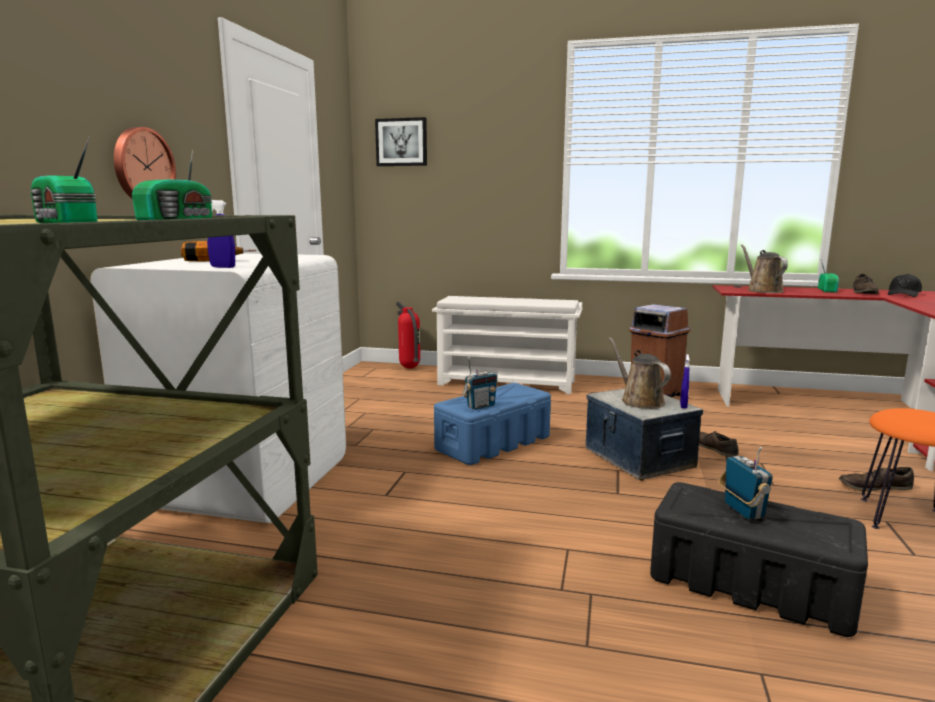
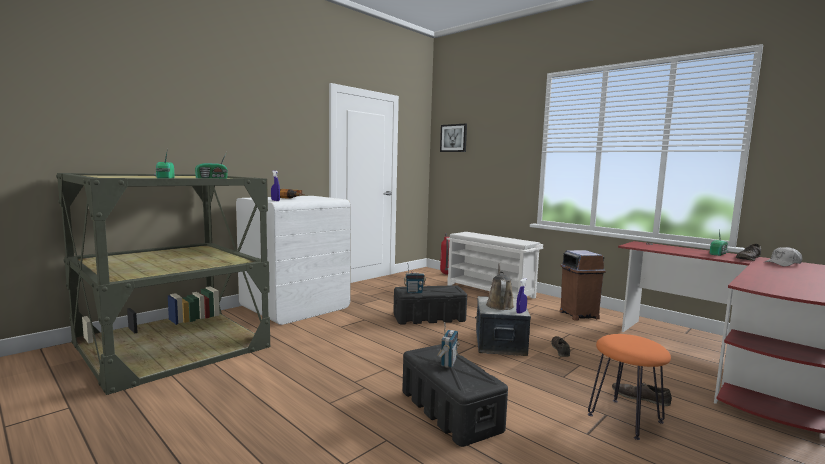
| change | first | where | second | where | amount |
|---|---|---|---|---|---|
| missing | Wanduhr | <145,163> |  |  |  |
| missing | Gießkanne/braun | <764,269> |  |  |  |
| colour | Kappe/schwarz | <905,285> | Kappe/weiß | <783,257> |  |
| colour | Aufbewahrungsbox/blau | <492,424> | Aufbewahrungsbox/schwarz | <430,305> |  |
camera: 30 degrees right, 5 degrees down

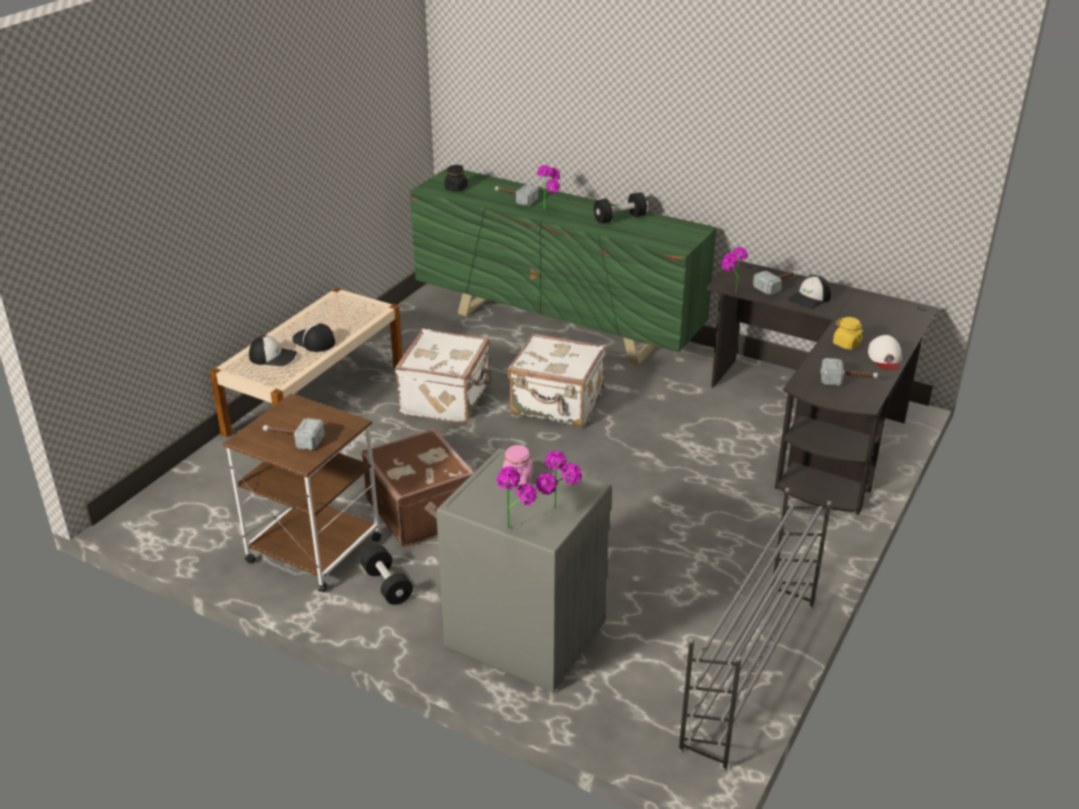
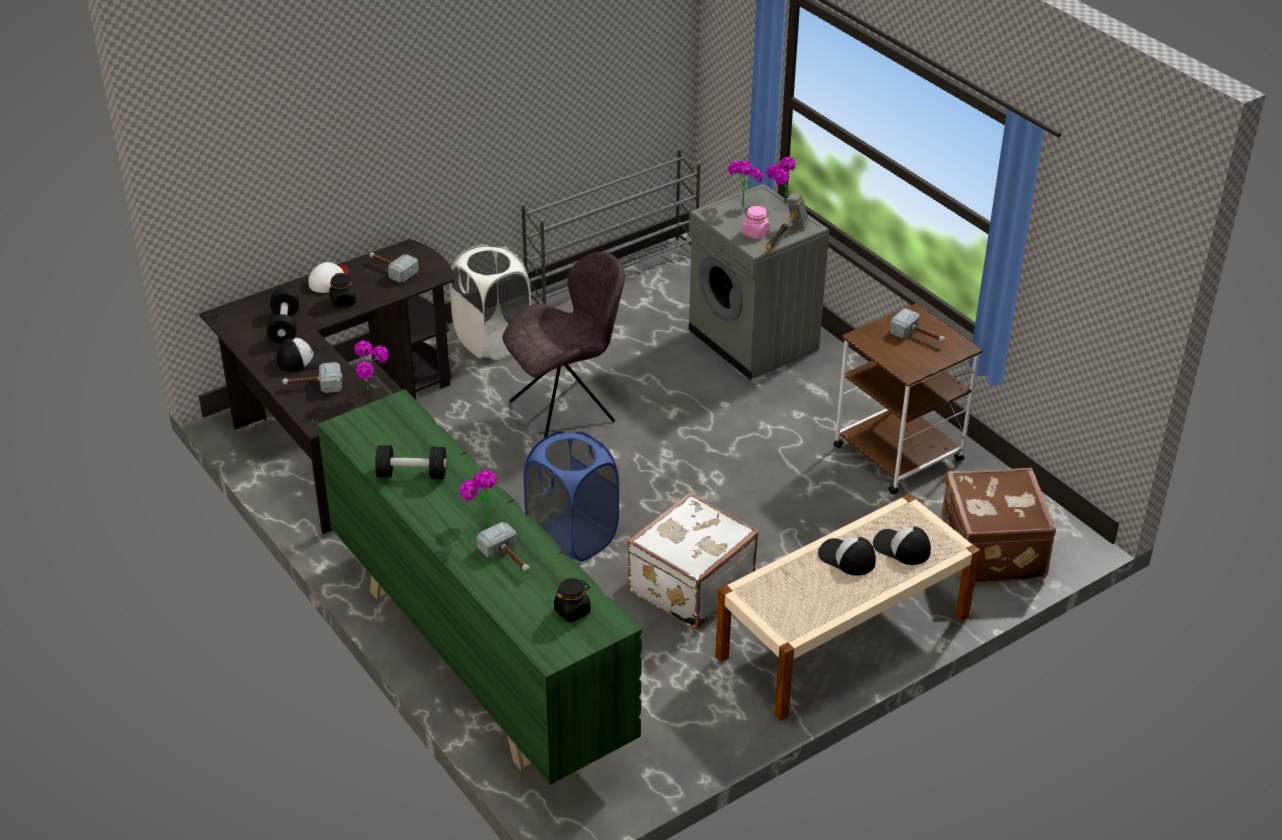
| change | first | where | second | where | amount |
|---|---|---|---|---|---|
| colour | Vorratsglas/gelb | <848,333> | Vorratsglas/schwarz | <342,290> |  |
| spun | Kappe | <313,337> |  | <847,556> | 150 degrees clockwise |
| exchanged | Koffer/weiß | <557,380> | Wäschekorb/blau | <571,496> |  |
| relocated | Koffer/braun | <418,488> |  | <998,526> |  |
| relocated | Hantel/schwarz | <387,575> |  | <283,316> |  |
| appeared |  |  | Hammer | <787,221> |  |
| appeared |  |  | Wäschekorb/weiß | <490,302> |  |
| appeared |  |  | Stuhl/grau | <563,345> |  |
camera: 155 degrees left, 5 degrees up

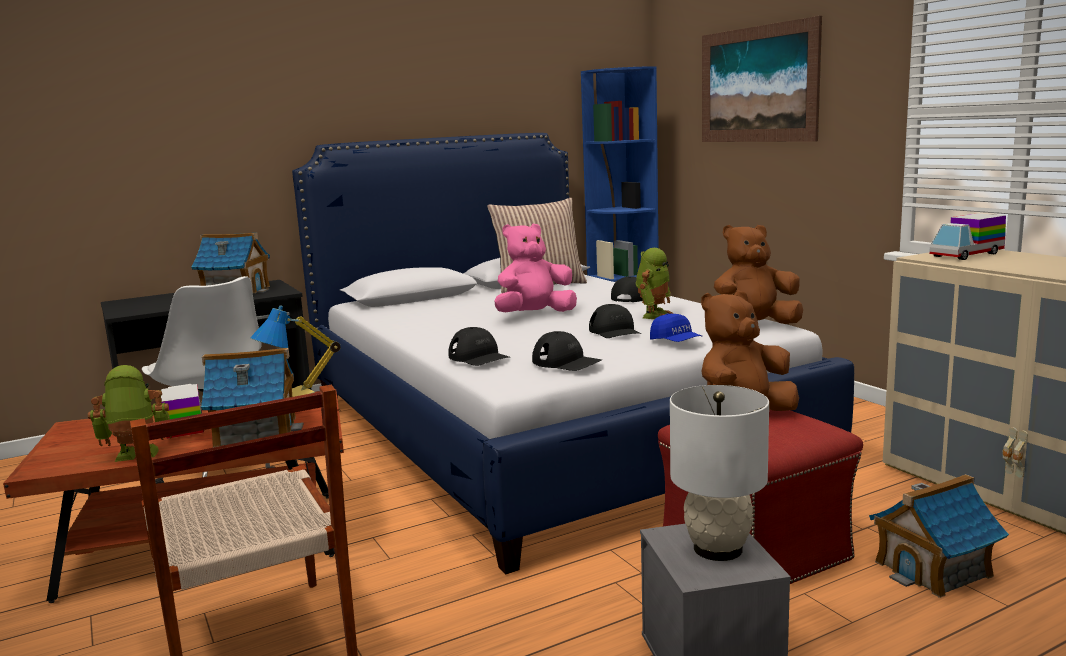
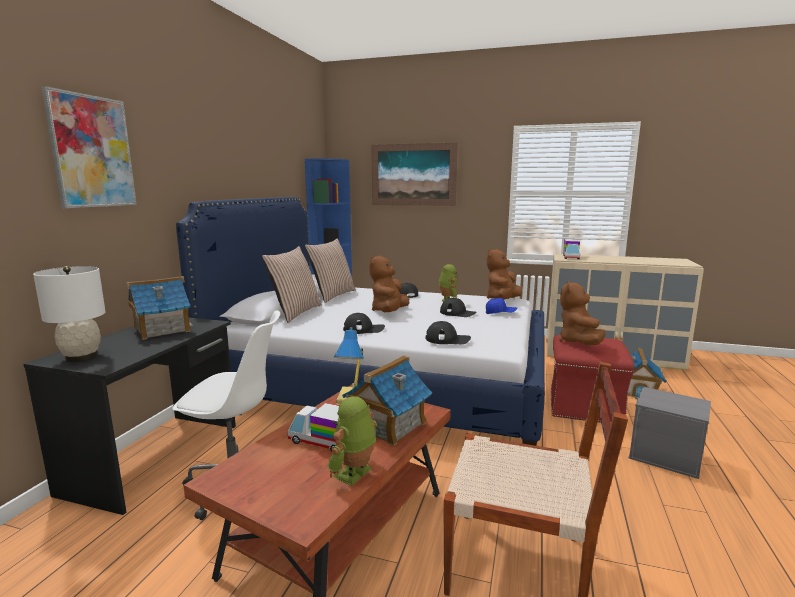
| change | first | where | second | where | amount |
|---|---|---|---|---|---|
| colour | Plüschtier/rosa | <535,268> | Plüschtier/braun | <389,283> |  |
| relocated | Kappe/schwarz | <567,351> |  | <364,323> |  |
| relocated | Tischlampe/weiß | <719,473> |  | <69,314> |  |
| appeared |  |  | Bild | <89,147> |  |
| appeared |  |  | Kissen | <292,284> |  |
camera: 45 degrees left, 0 degrees up

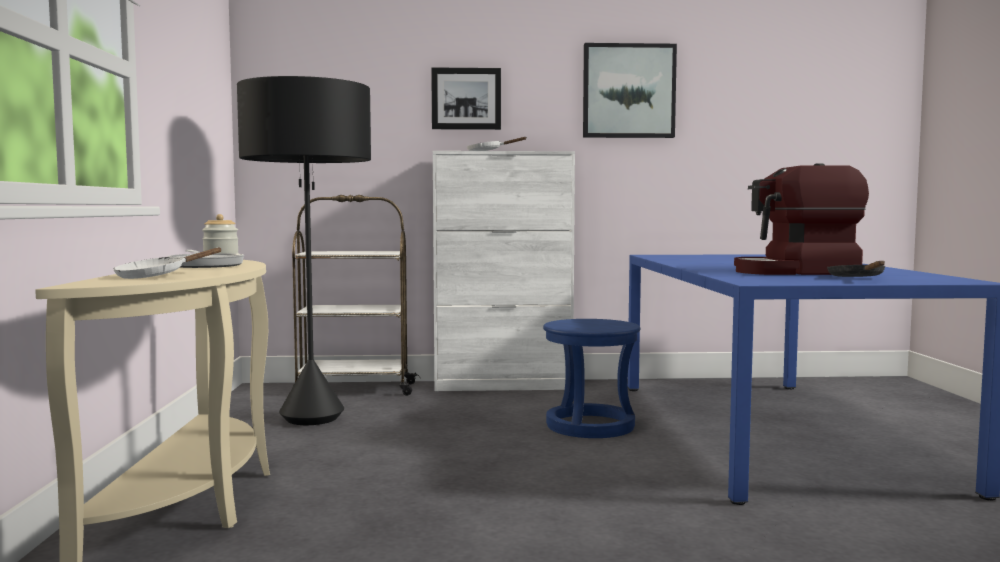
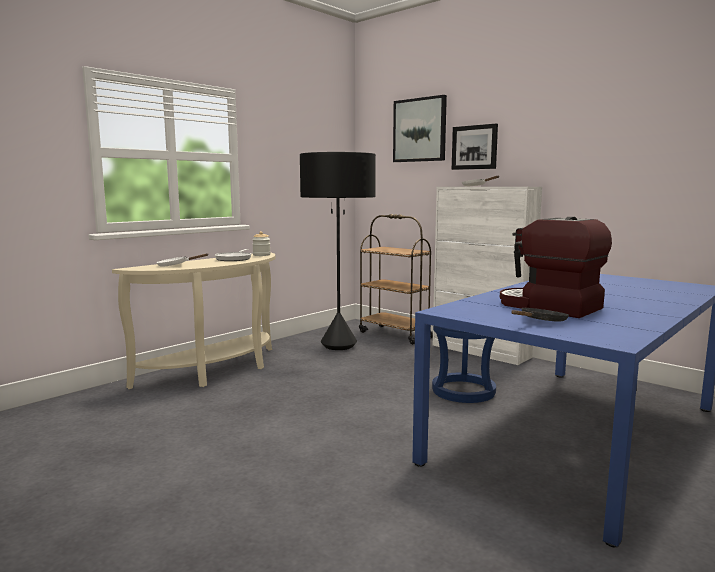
| change | first | where | second | where | amount |
|---|---|---|---|---|---|
| relocated | Bild | <630,90> |  | <420,128> |  |
| colour | Rollwagen/weiß | <355,295> | Rollwagen/braun | <396,279> |  |
camera: 45 degrees right, 5 degrees up

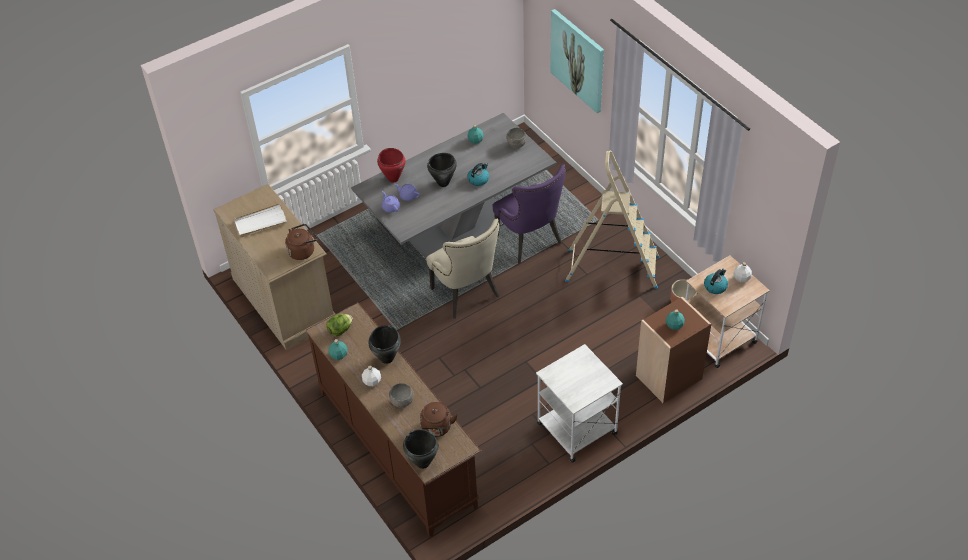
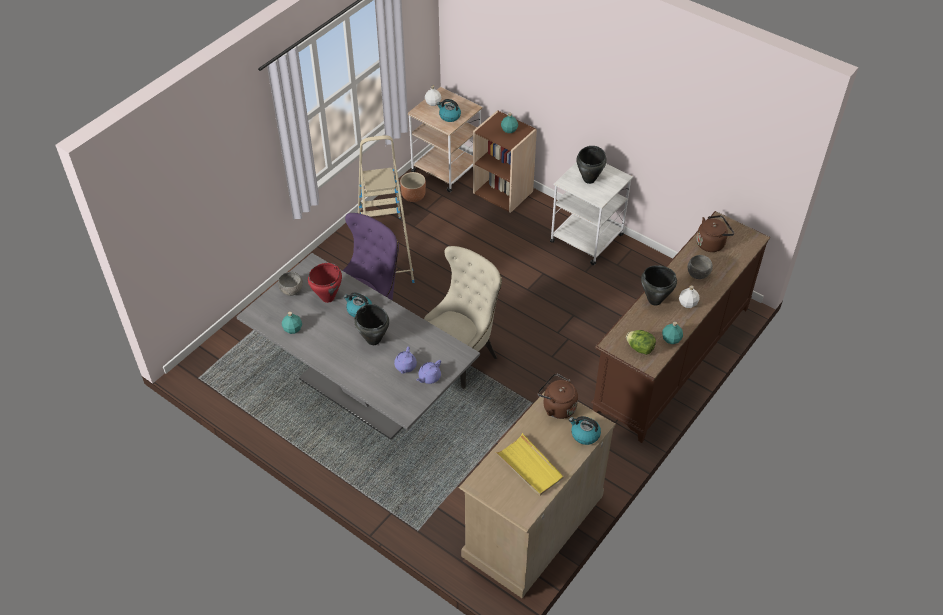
| change | first | where | second | where | amount |
|---|---|---|---|---|---|
| missing | Bild | <577,61> |  |  |  |
| relocated | Kochtopf/rot | <391,165> |  | <325,283> |  |
| colour | Tablett/weiß | <261,220> | Tablett/gelb | <530,464> |  |
| relocated | Kochtopf/schwarz | <421,449> |  | <591,165> |  |
| appeared |  |  | Wasserkessel | <585,430> |  |
camera: 110 degrees left, 0 degrees up

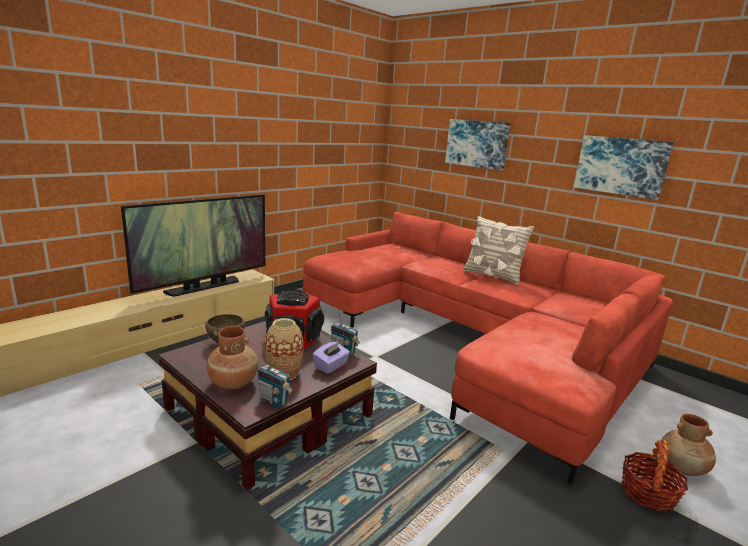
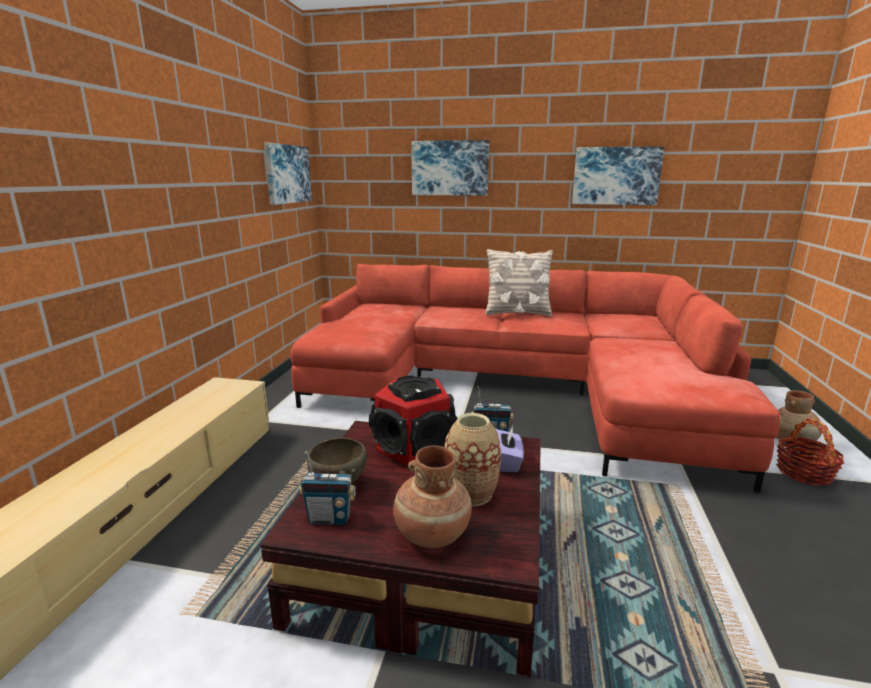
| change | first | where | second | where | amount |
|---|---|---|---|---|---|
| missing | Fernseher | <193,245> |  |  |  |
| relocated | Radio | <275,379> |  | <327,488> |  |
| appeared |  |  | Bild | <288,174> |  |
camera: 30 degrees left, 0 degrees up

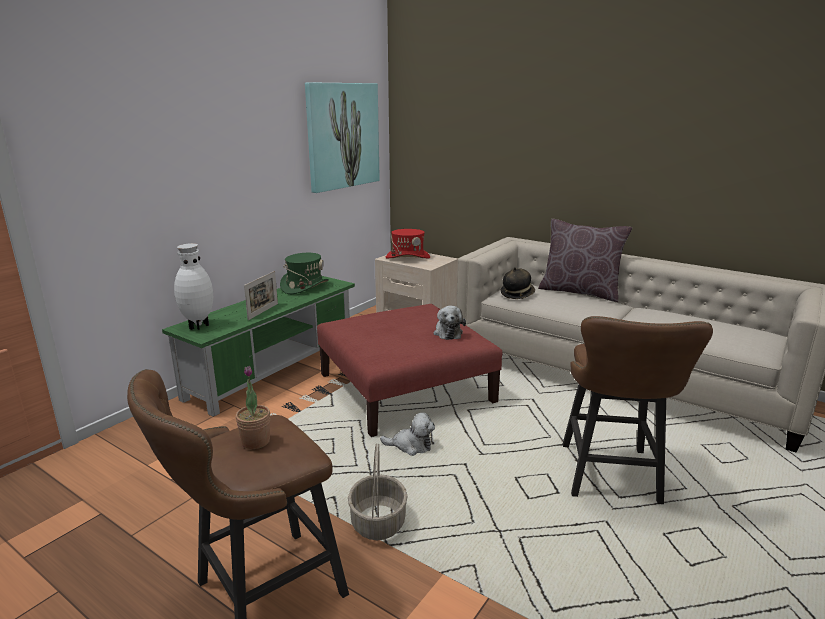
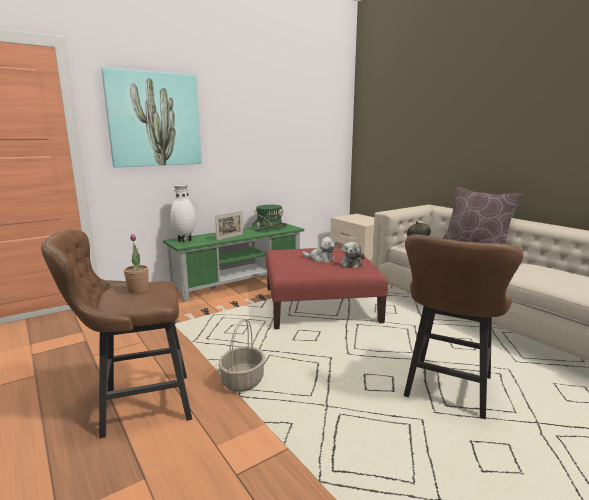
| change | first | where | second | where | amount |
|---|---|---|---|---|---|
| relocated | Bild | <342,137> |  | <151,117> |  |
| missing | Hut/rot | <408,244> |  |  |  |
| relocated | Plüschtier | <407,434> |  | <318,249> |  |
camera: 20 degrees right, 5 degrees down

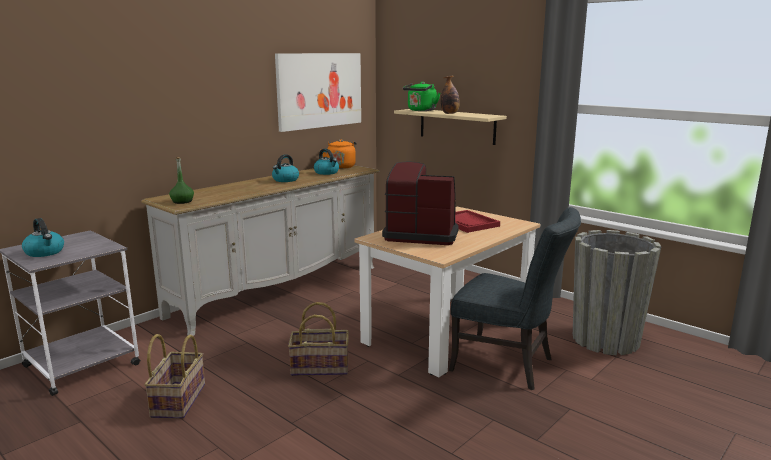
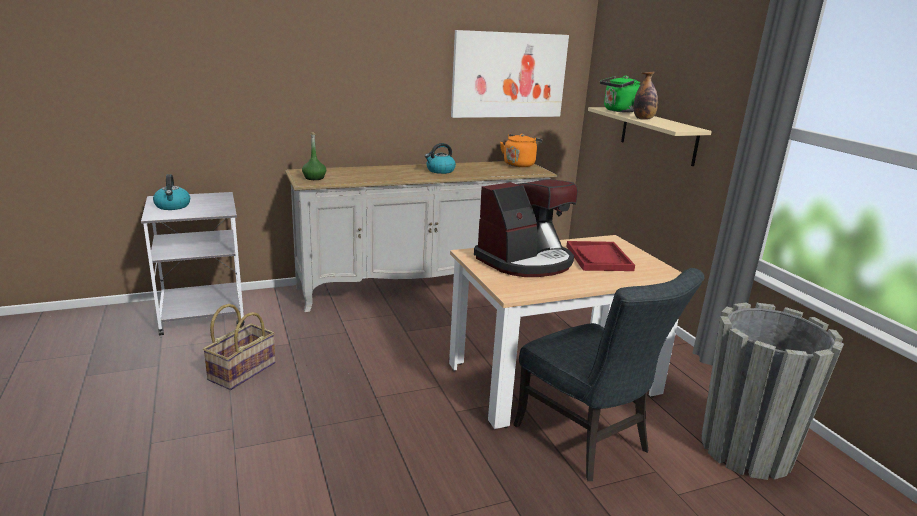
| change | first | where | second | where | amount |
|---|---|---|---|---|---|
| missing | Wasserkessel | <326,162> |  |  |  |
| spun | Kaffeemaschine | <420,203> |  | <526,228> | 105 degrees clockwise |
| missing | Korb | <318,339> |  |  |  |
camera: 25 degrees right, 5 degrees up

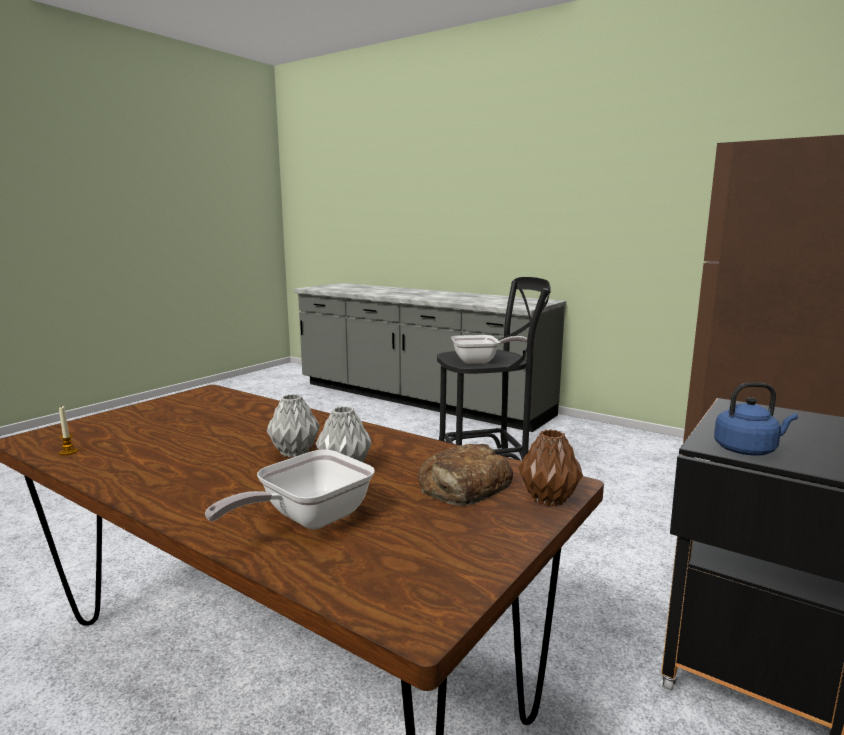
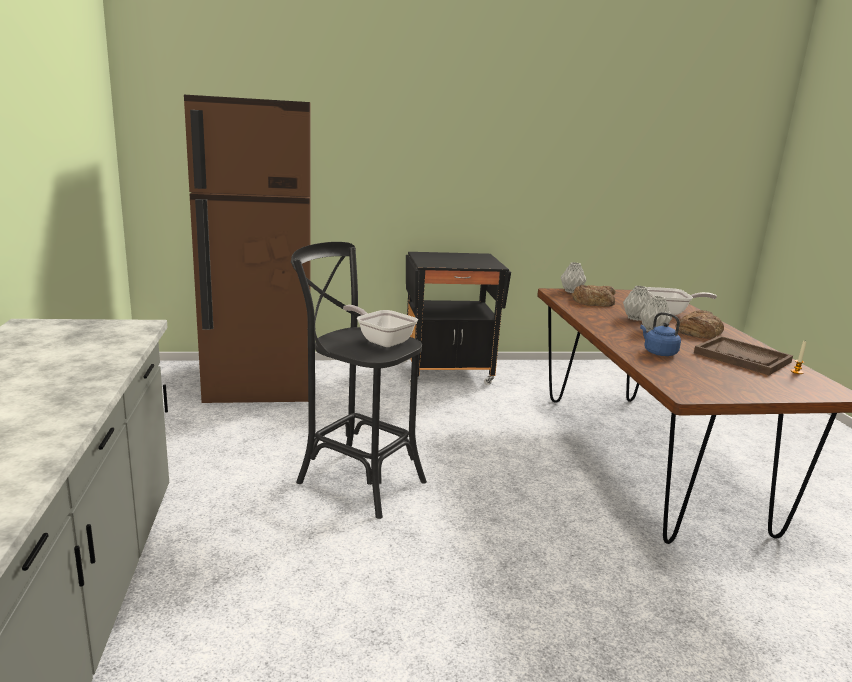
| change | first | where | second | where | amount |
|---|---|---|---|---|---|
| relocated | Wasserkessel/blau | <756,419> |  | <660,334> |  |
| colour | Vase/braun | <550,468> | Vase/grau | <573,277> |  |
| appeared |  |  | Brot | <699,324> |  |
| appeared |  |  | Tablett/braun | <743,355> |  |
camera: 135 degrees left, 5 degrees up

